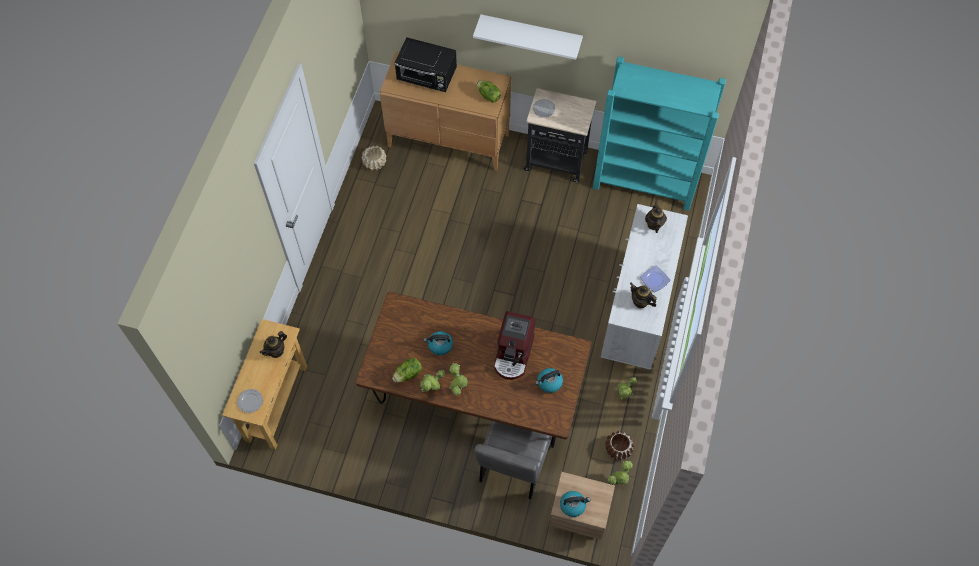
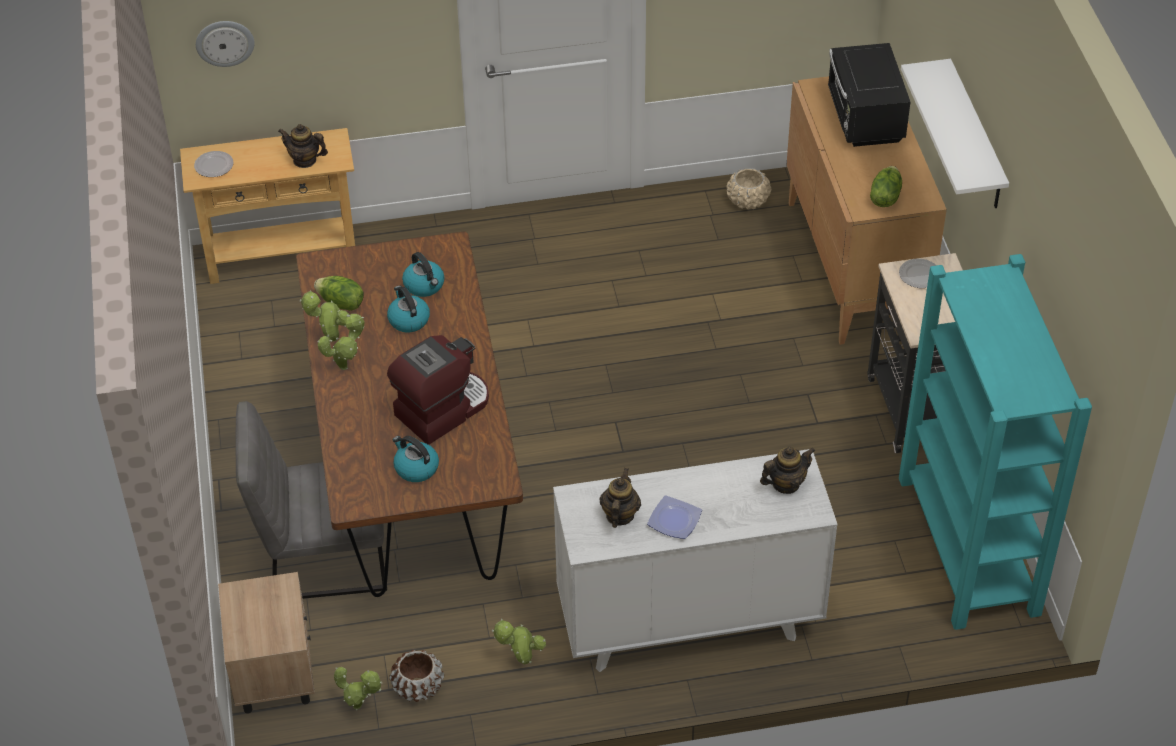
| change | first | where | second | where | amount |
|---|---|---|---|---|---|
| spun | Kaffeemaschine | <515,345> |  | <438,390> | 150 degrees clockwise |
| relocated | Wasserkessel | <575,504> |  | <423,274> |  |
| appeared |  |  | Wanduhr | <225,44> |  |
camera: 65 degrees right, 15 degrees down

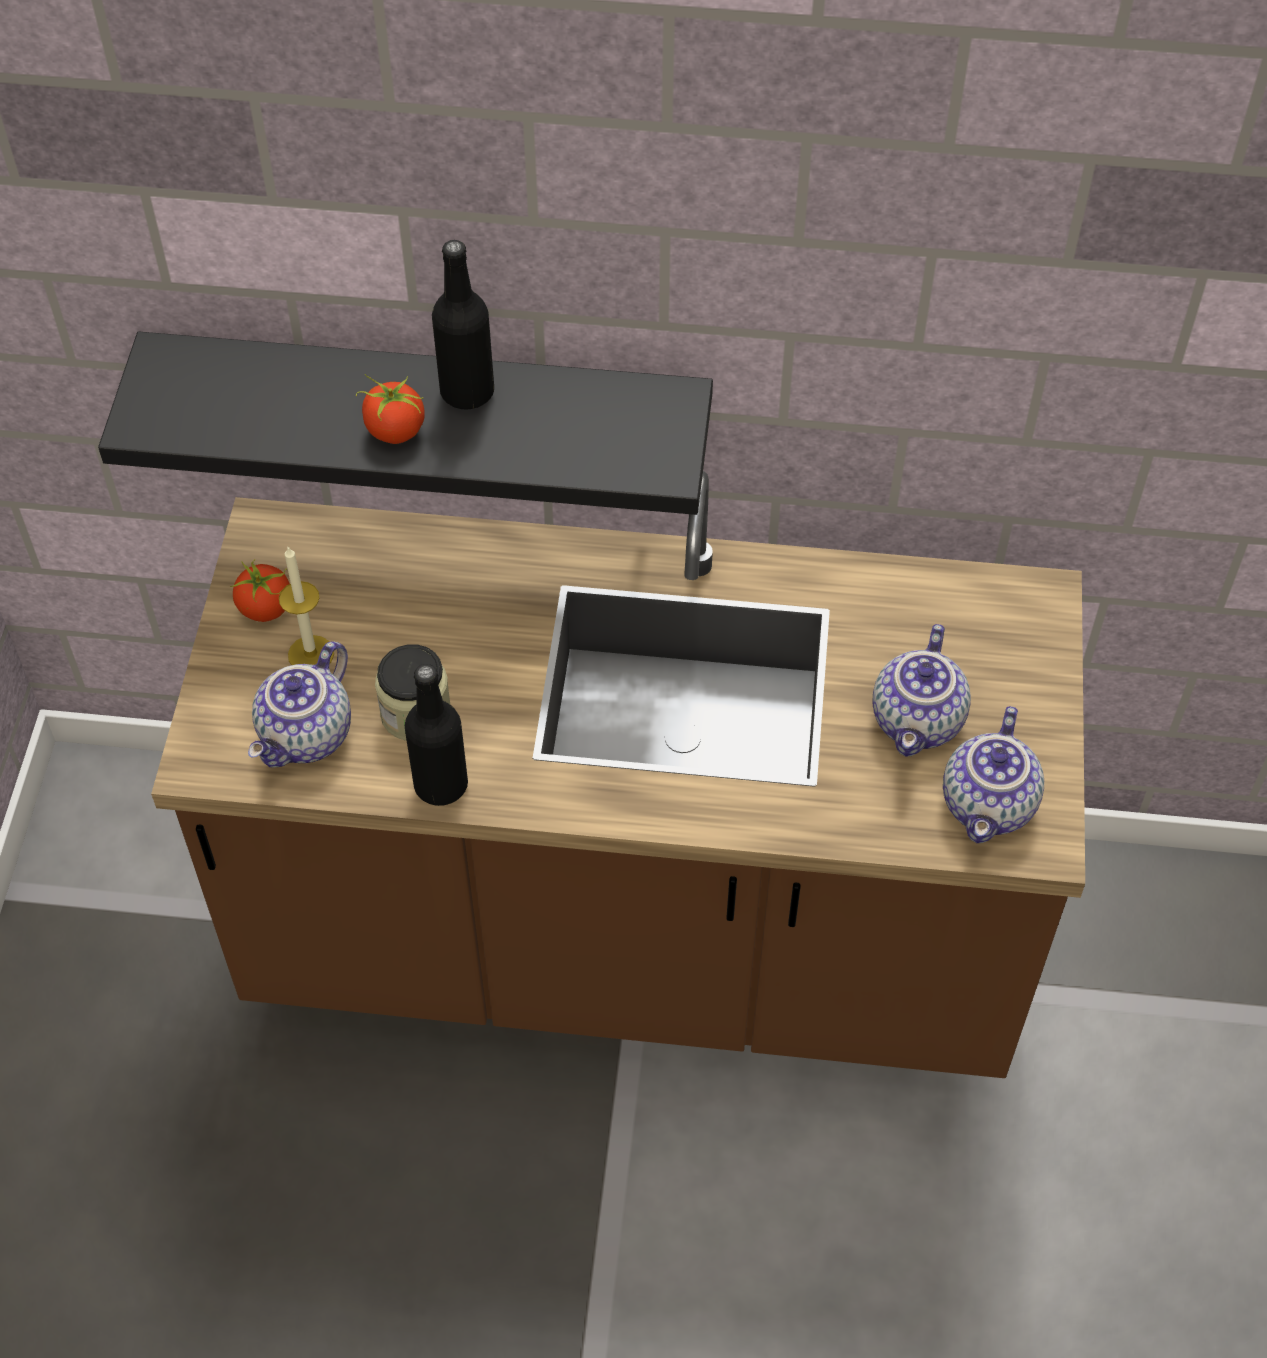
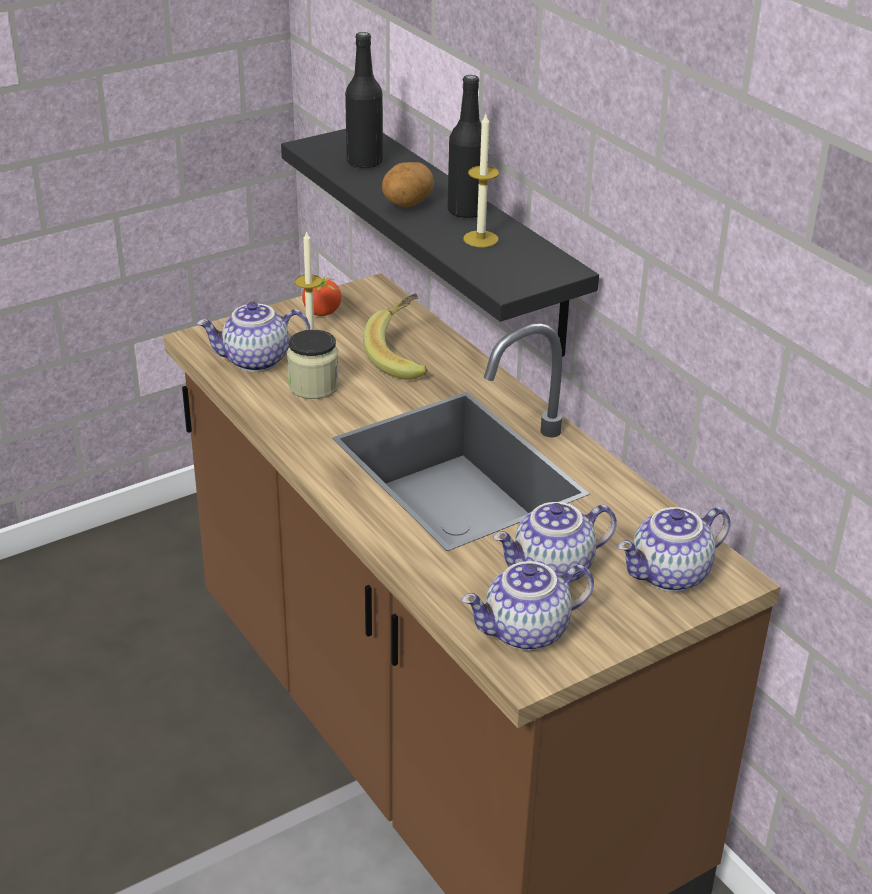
| change | first | where | second | where | amount |
|---|---|---|---|---|---|
| exchanged | Tomate | <390,409> | Kartoffel | <408,184> |  |
| relocated | Flasche/schwarz | <436,735> |  | <364,100> |  |
| appeared |  |  | Kerze | <481,180> |  |
| appeared |  |  | Banane | <395,336> |  |
| appeared |  |  | Teekanne | <674,549> |  |
camera: 50 degrees right, 20 degrees down

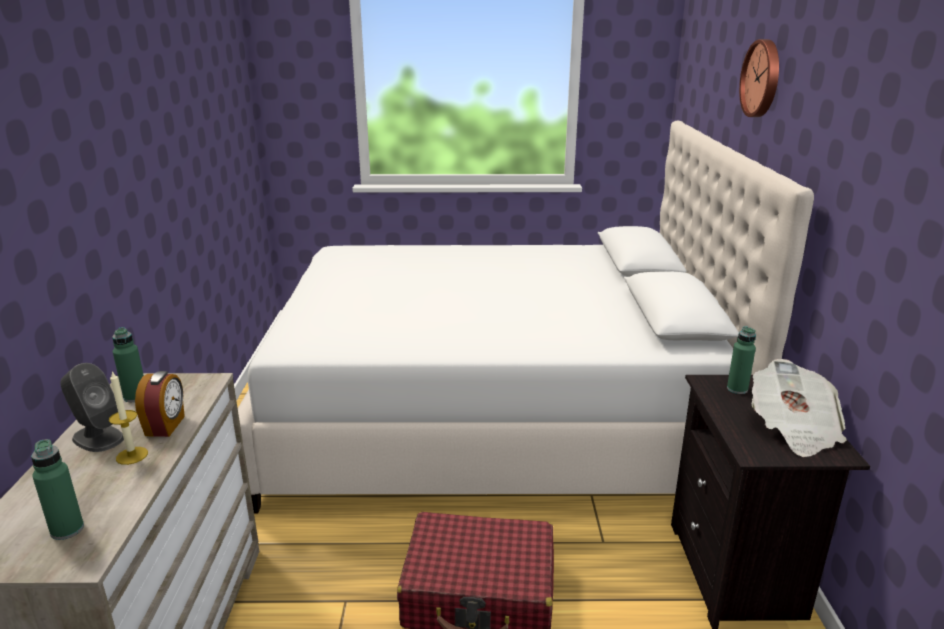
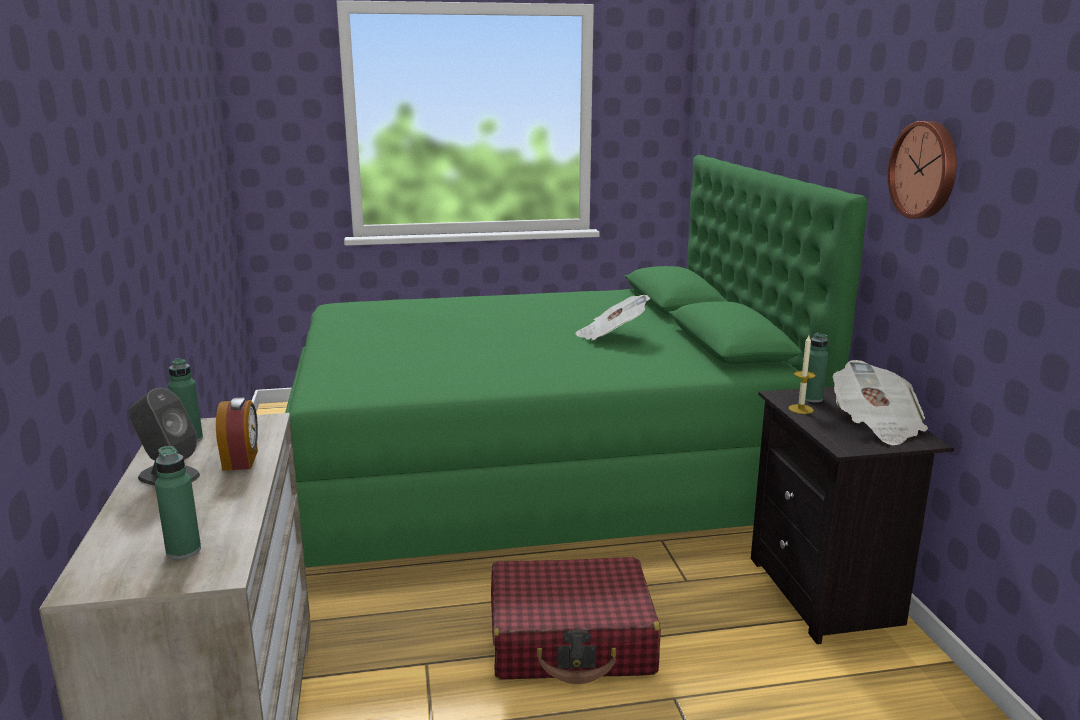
| change | first | where | second | where | amount |
|---|---|---|---|---|---|
| relocated | Wanduhr | <759,78> |  | <922,170> |  |
| colour | Bett/weiß | <526,316> | Bett/grün | <576,361> |  |
| relocated | Kerze | <128,418> |  | <802,374> |  |
| appeared |  |  | Zeitung | <612,318> |  |
camera: 10 degrees left, 5 degrees down

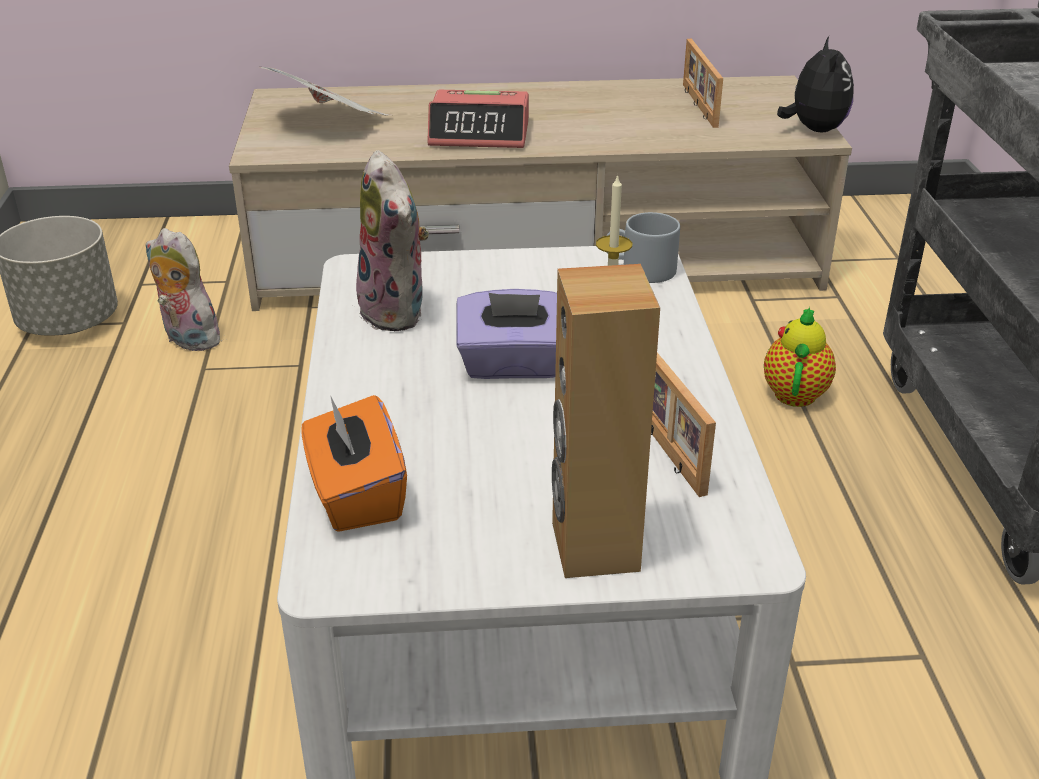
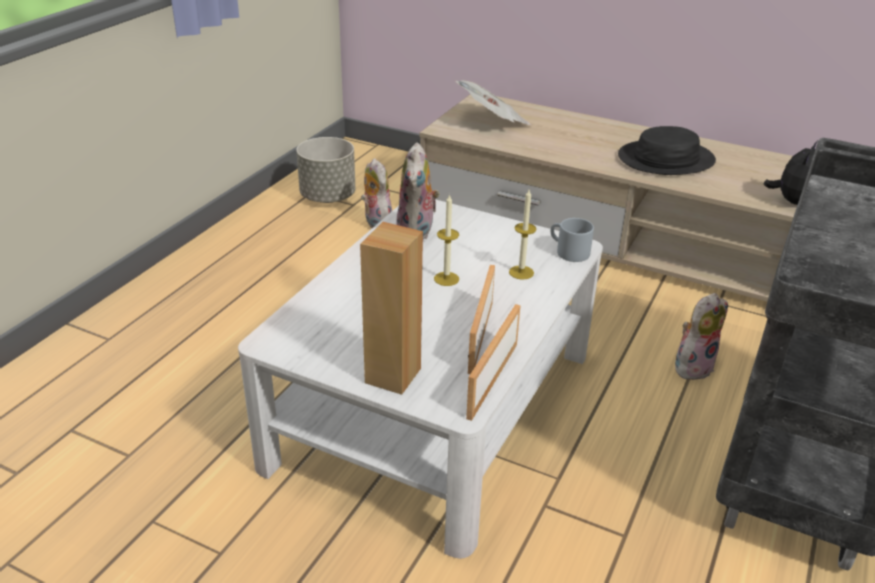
| change | first | where | second | where | amount |
|---|---|---|---|---|---|
| relocated | Bilderrahmen | <703,83> |  | <493,362> |  |
| missing | Wecker | <478,119> |  |  |  |
| exchanged | Taschentuchbox/lila | <506,334> | Kerze | <446,240> |  |
| exchanged | Teekanne | <800,357> | Plüschtier | <701,336> |  |
| missing | Taschentuchbox/orange | <354,463> |  |  |  |
| appeared |  |  | Hut/schwarz | <667,150> |  |
camera: 30 degrees right, 0 degrees up

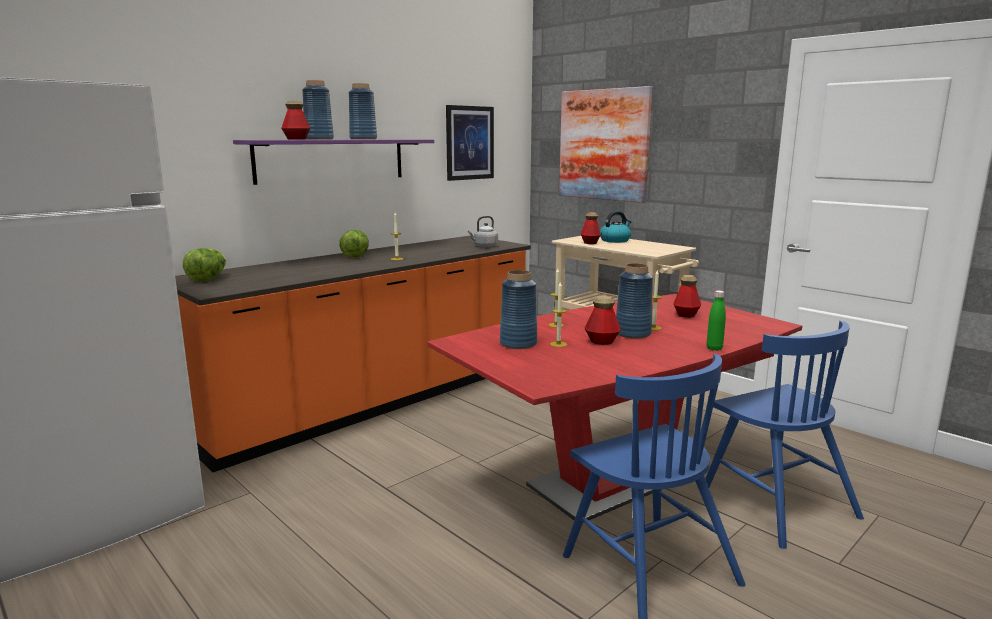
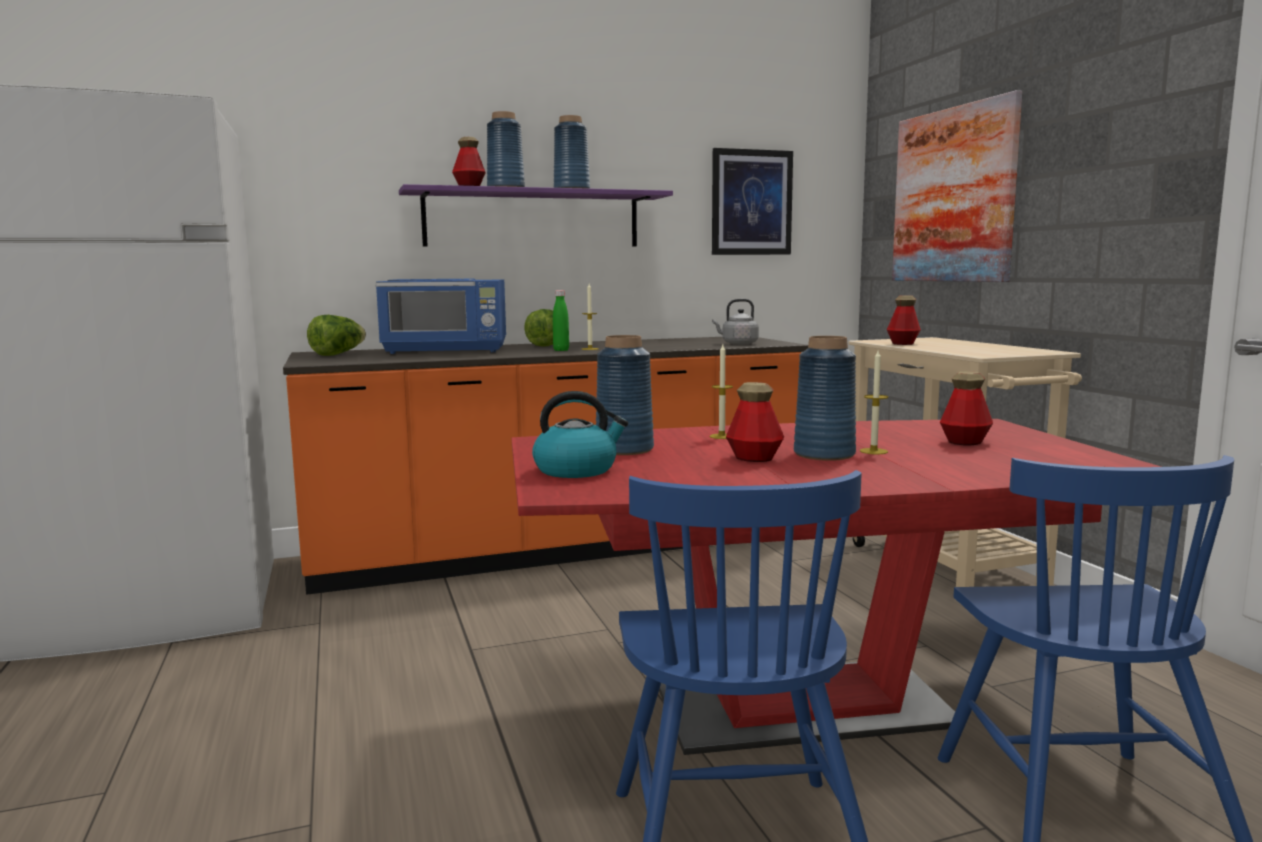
| change | first | where | second | where | amount |
|---|---|---|---|---|---|
| relocated | Wasserkessel | <615,227> |  | <580,434> |  |
| missing | Kerze | <558,314> |  |  |  |
| relocated | Flasche/grün | <716,320> |  | <561,320> |  |
| appeared |  |  | Mikrowelle/blau | <440,316> |  |
camera: 25 degrees right, 5 degrees down

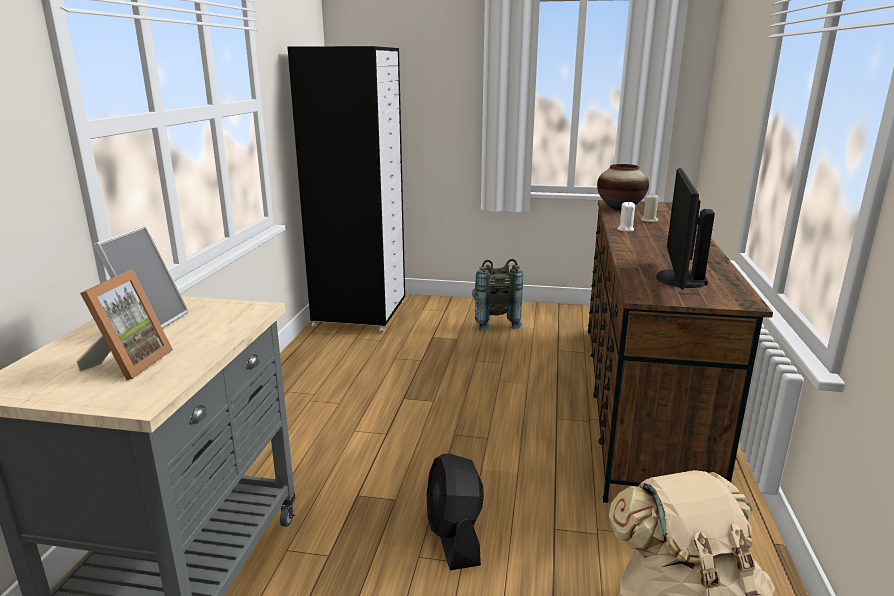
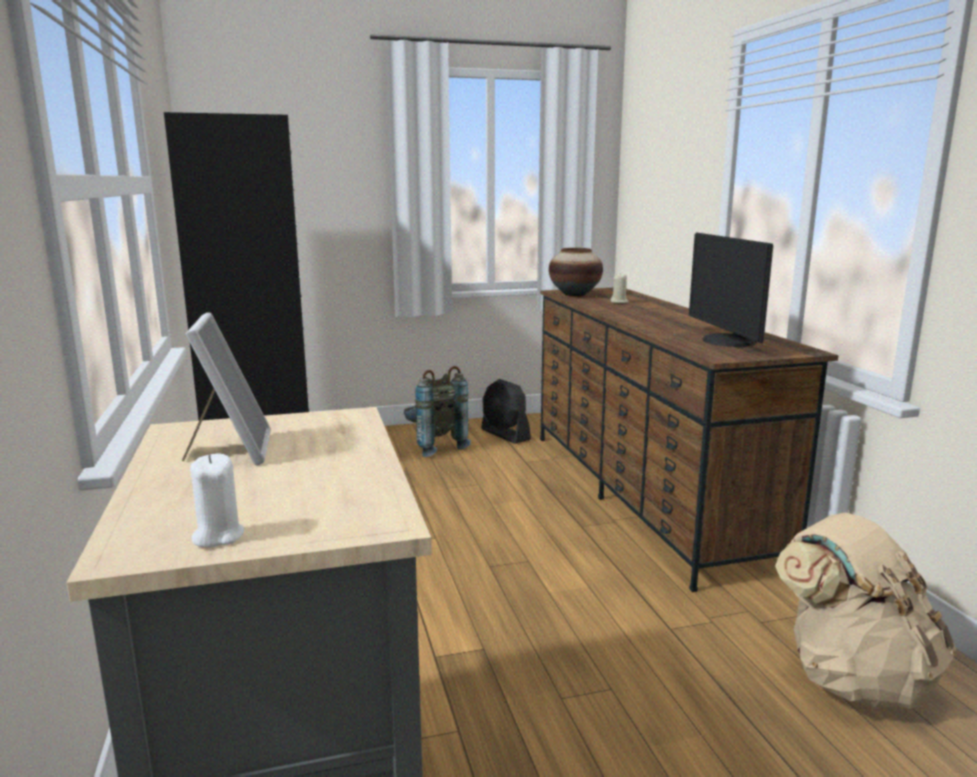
| change | first | where | second | where | amount |
|---|---|---|---|---|---|
| relocated | Kerze/weiß | <626,216> |  | <217,501> |  |
| missing | Bilderrahmen | <125,324> |  |  |  |
| relocated | Ventilator/schwarz | <455,511> |  | <506,411> |  |
camera: 25 degrees left, 5 degrees down

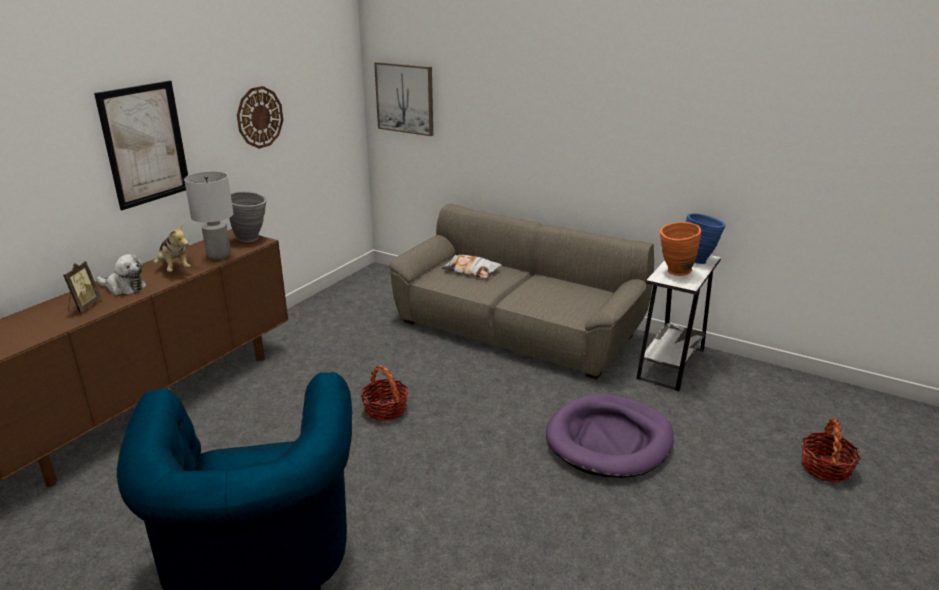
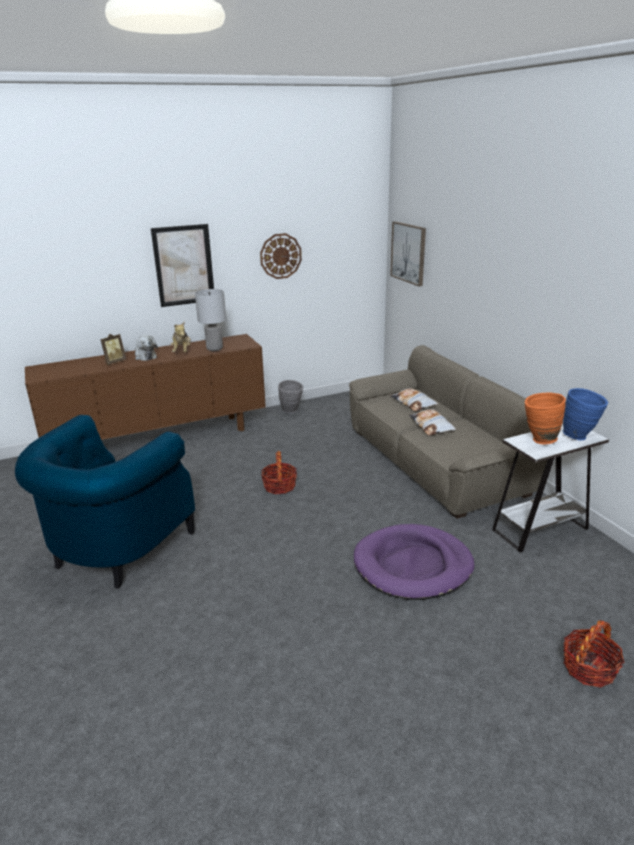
| change | first | where | second | where | amount |
|---|---|---|---|---|---|
| relocated | Vase/grau | <248,216> |  | <290,397> |  |
| appeared |  |  | Kissen | <432,422> |  |
camera: 35 degrees right, 0 degrees up

